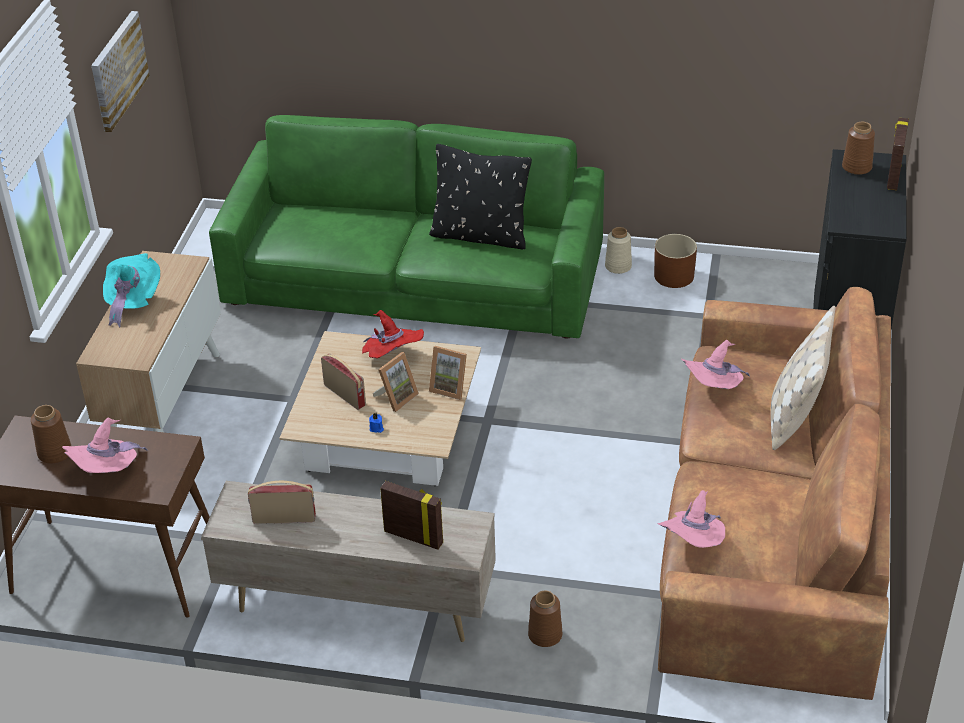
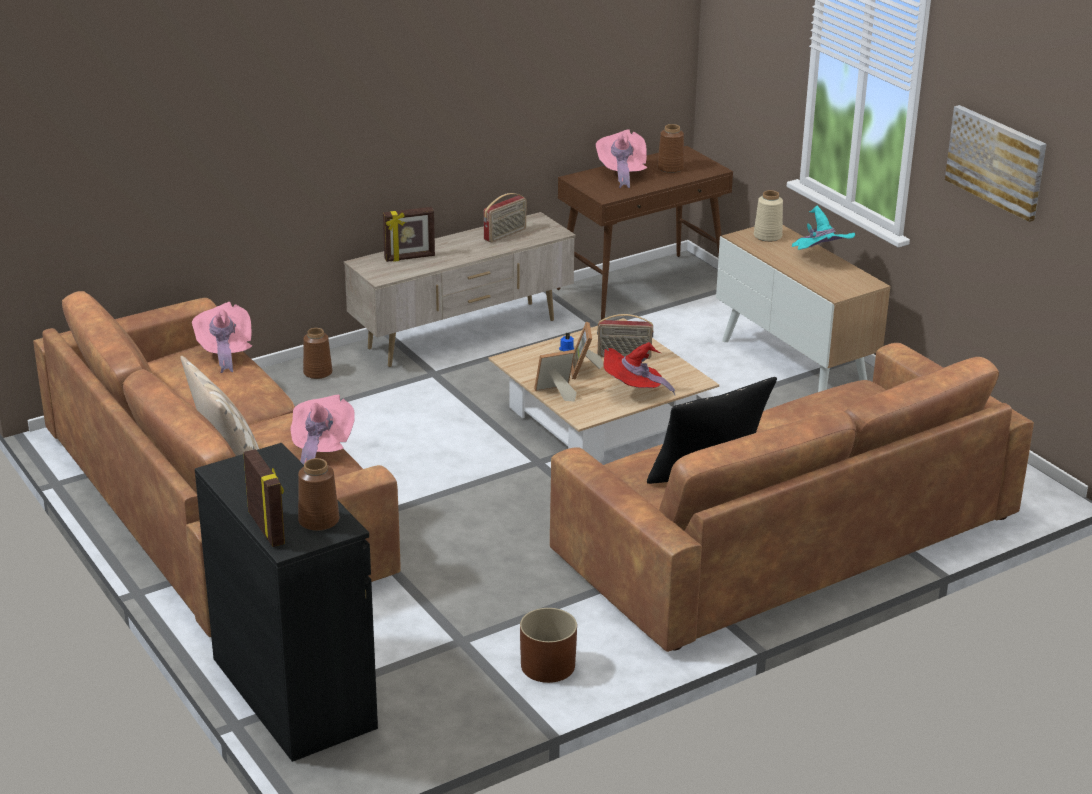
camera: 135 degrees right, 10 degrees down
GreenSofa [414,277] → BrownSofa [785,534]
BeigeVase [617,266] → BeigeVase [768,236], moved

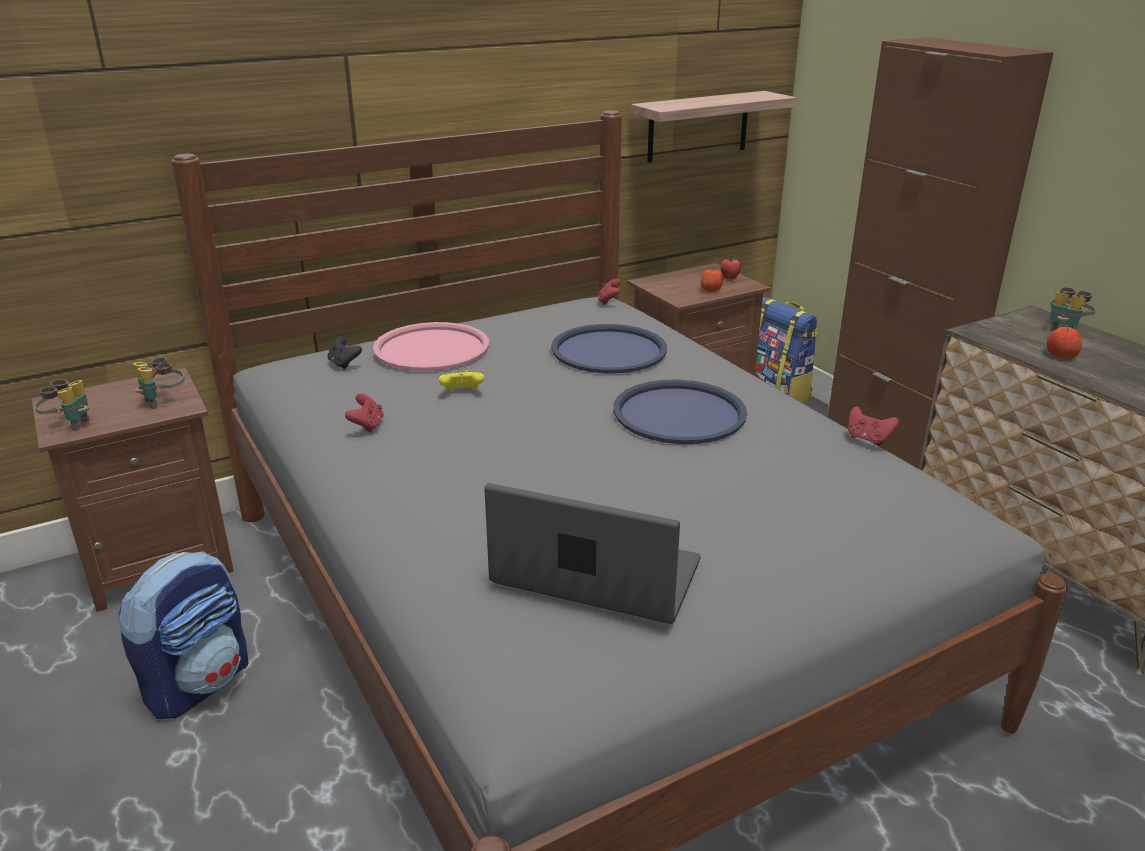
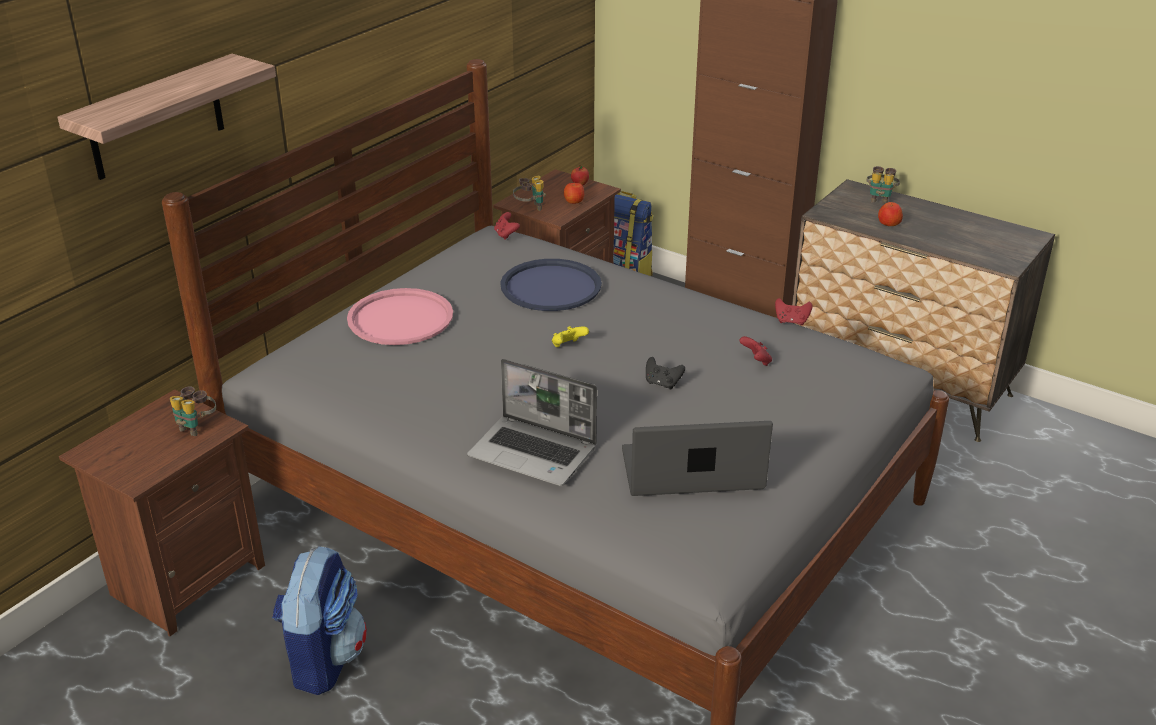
camera: 25 degrees left, 5 degrees up
Shelf [698,126] → Shelf [156,118], moved
BlackGameController [344,364] → BlackGameController [662,383], moved
YellowGameController [462,393] → YellowGameController [568,346], moved
Binoculars [70,424] → Binoculars [530,208], moved
BlueTray [679,413] → -
RedGameController [367,426] → RedGameController [756,361], moved
- → Laptop [534,453]

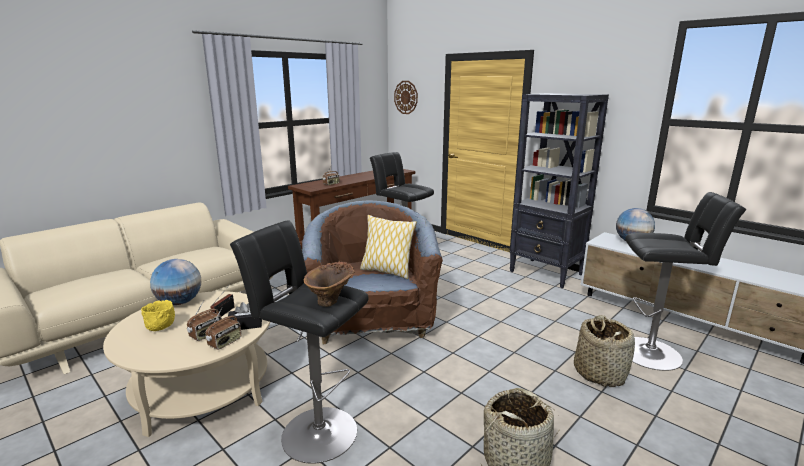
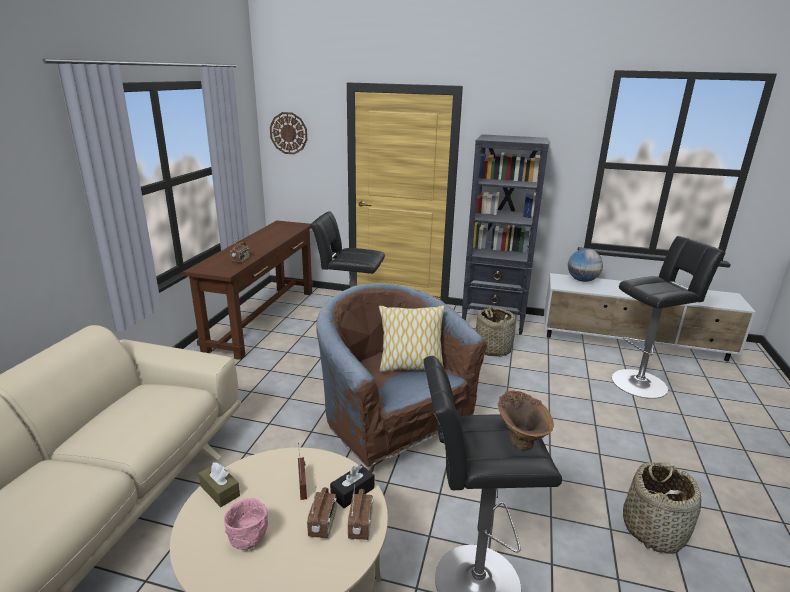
camera: 30 degrees left, 5 degrees up
Globe [179,302] → BrownTissueBox [220,491]
YellowBowl [161,328] → PinkBowl [249,540]
Basket [600,373] → Basket [492,349], moved

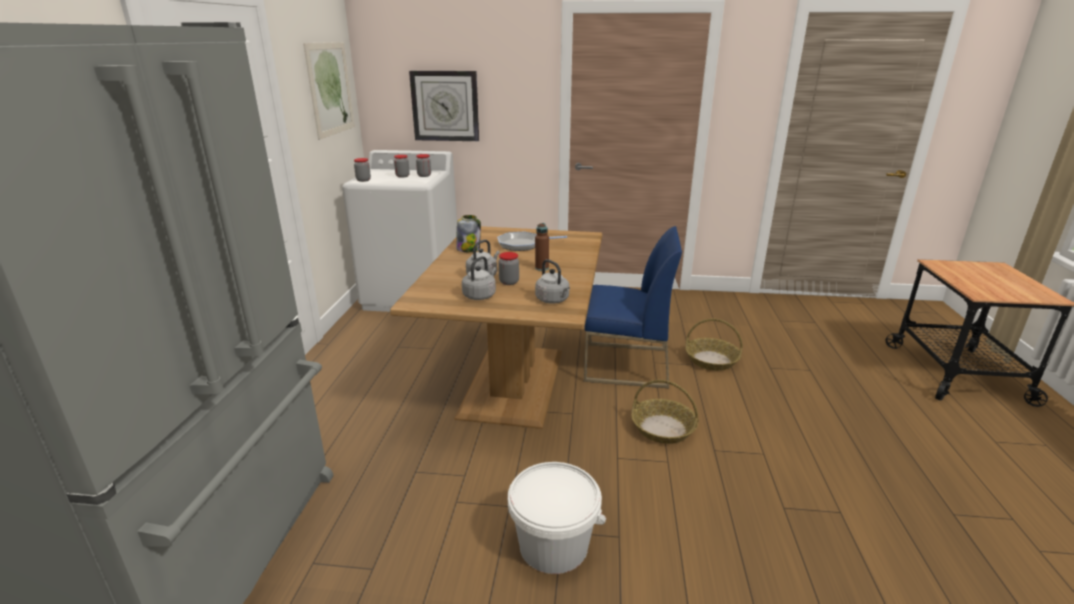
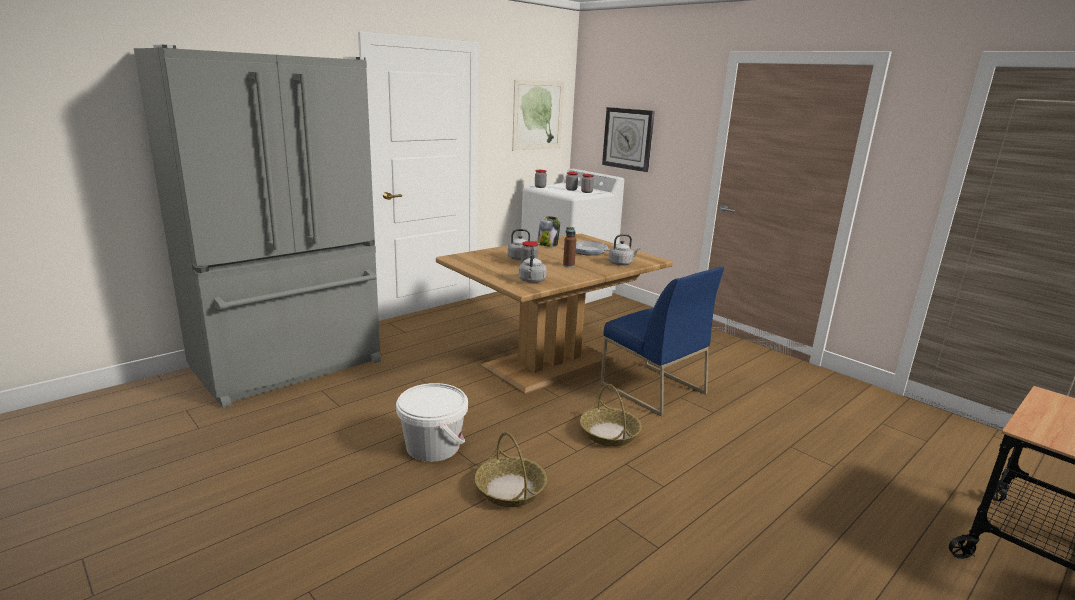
camera: 40 degrees right, 5 degrees down
GreyKettle [480,295] → GreyKettle [621,263], moved
Basket [711,360] → Basket [510,489], moved

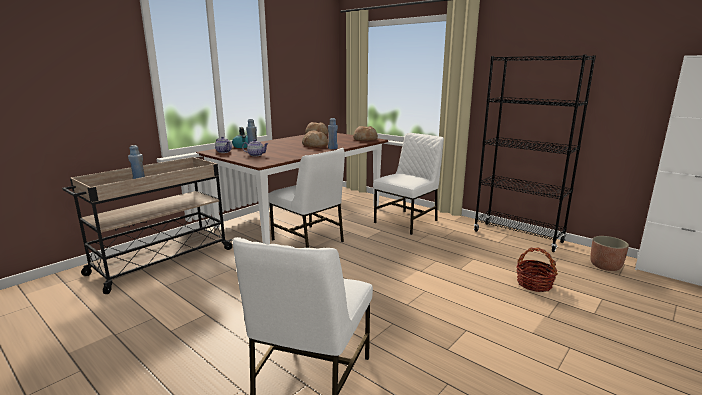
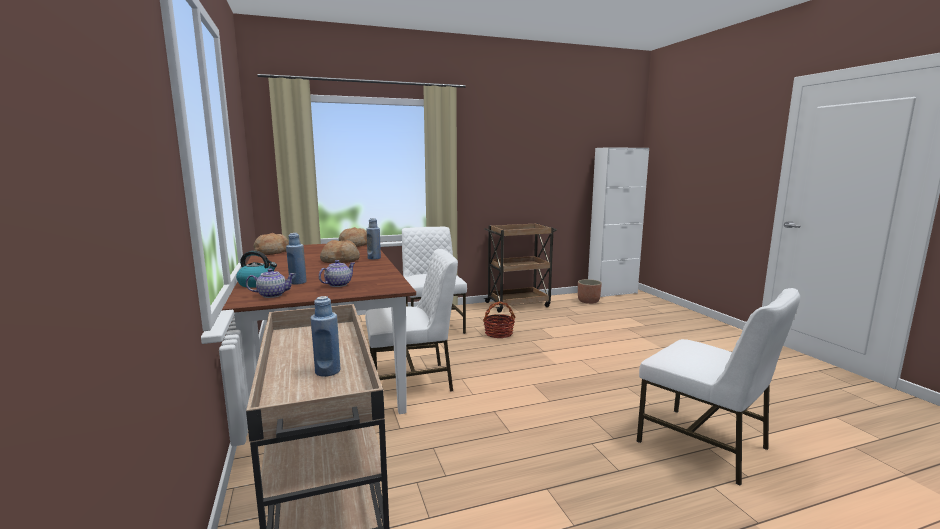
camera: 60 degrees left, 5 degrees down
BlackBookcase [518,237] → BrownCart [518,304]
Basket [534,284] → Basket [498,333], moved

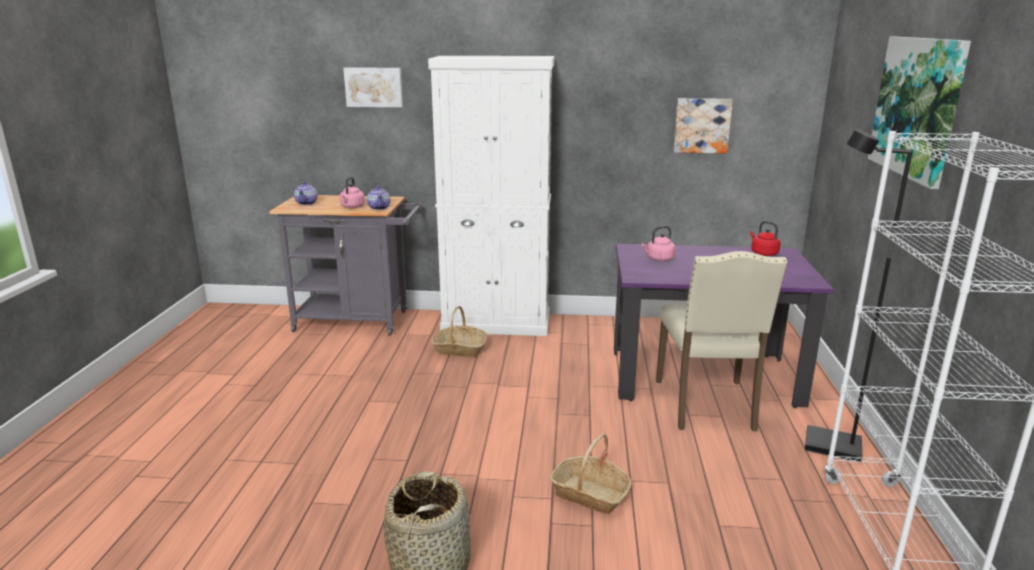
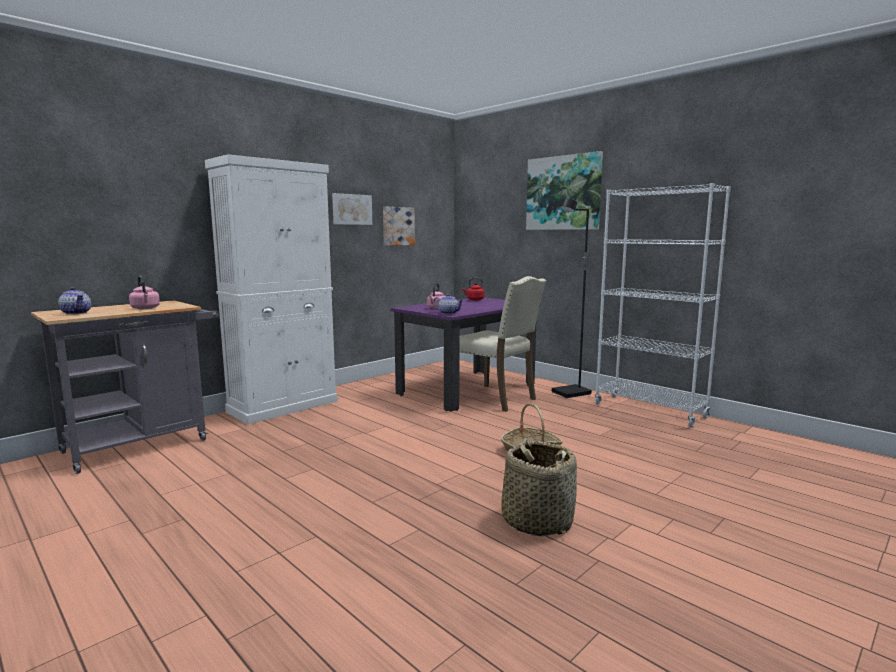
camera: 50 degrees left, 10 degrees down
Picture [374,87] → Picture [351,209], moved
Teapot [379,208] → Teapot [448,313], moved
Basket [459,349] → -

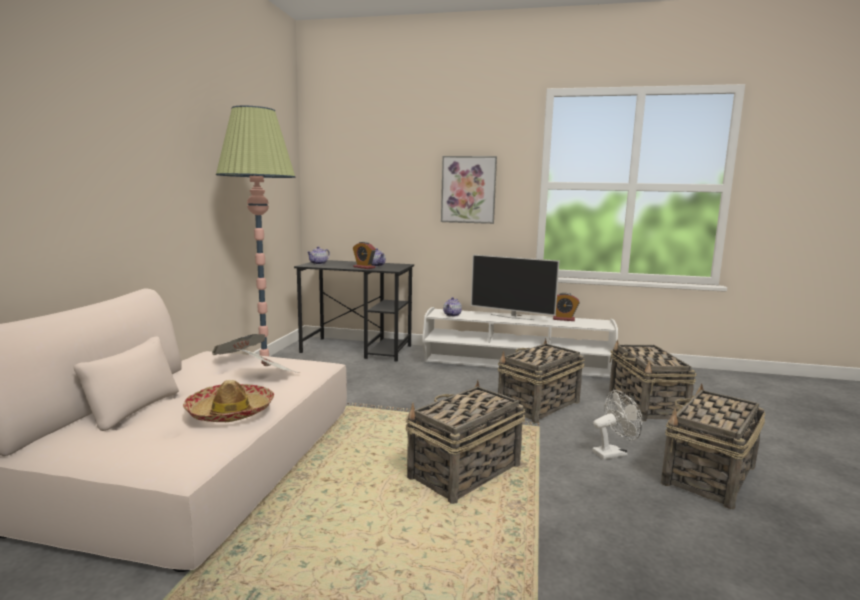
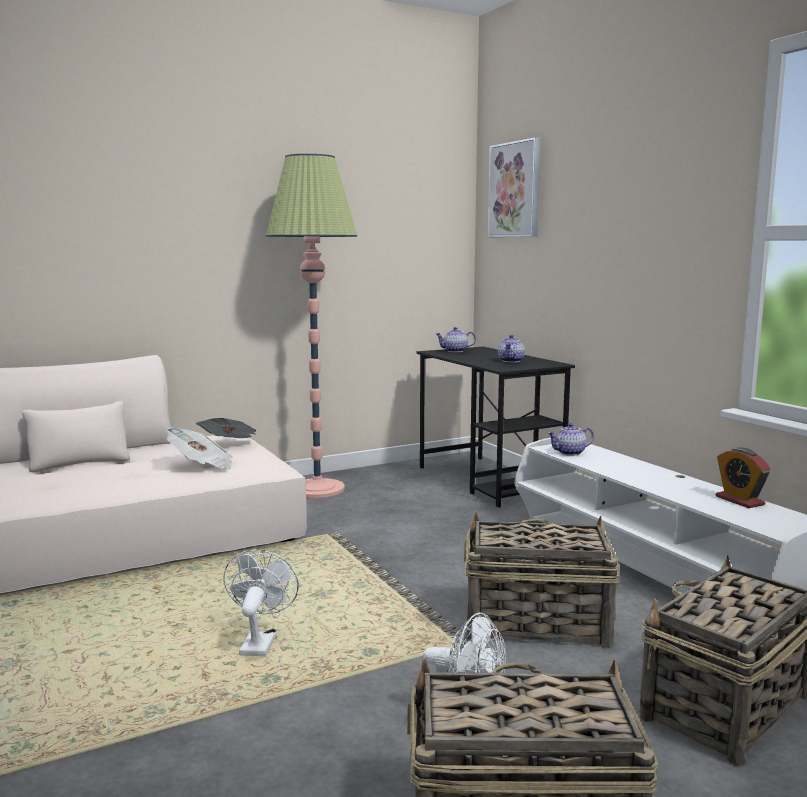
camera: 50 degrees right, 0 degrees up
Picture [468,189] → Picture [515,190], moved
AlarmClock [364,267] → -
Television [512,317] → -
Hat [230,412] → -
Basket [463,472] → WhiteFan [259,642]

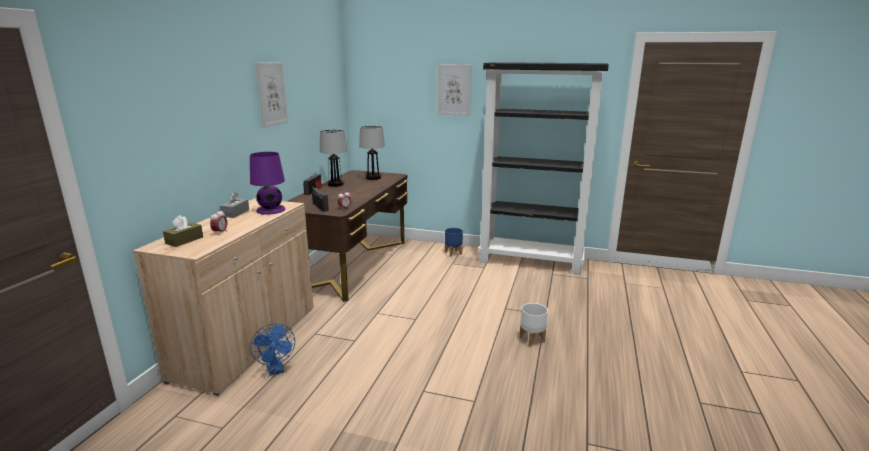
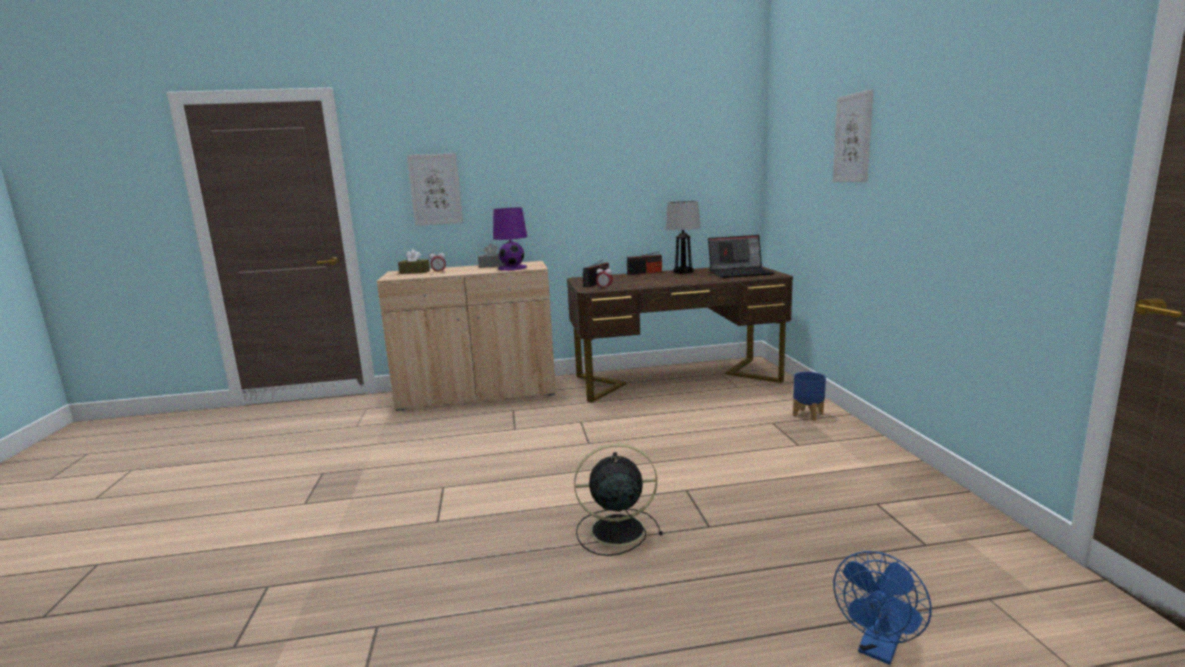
camera: 65 degrees right, 5 degrees down
Picture [272,94] → Picture [435,189], moved
BlackBookcase [531,261] → -
TableLamp [373,178] → Laptop [741,273]
WhitePlanter [532,339] → BlackFan [615,530]
BlueFan [276,370] → BlueFan [879,650], moved

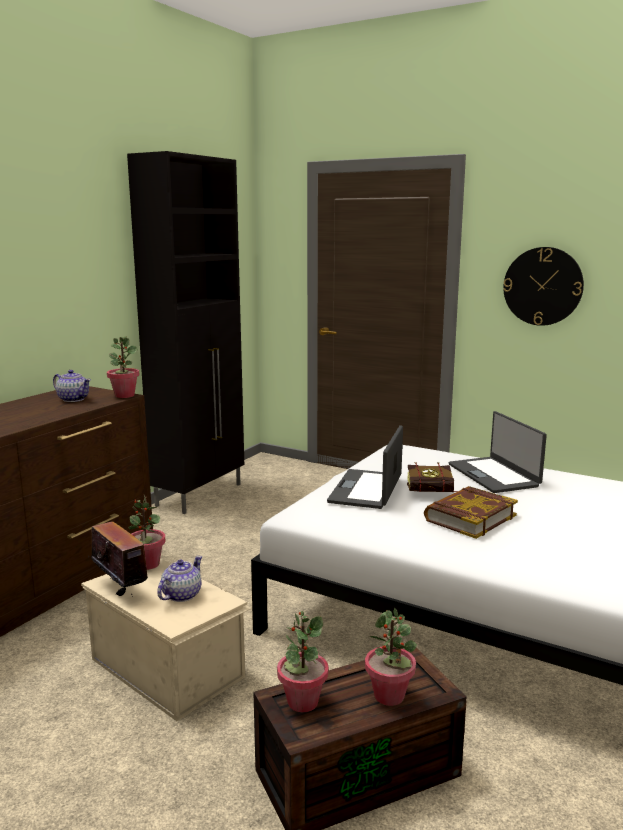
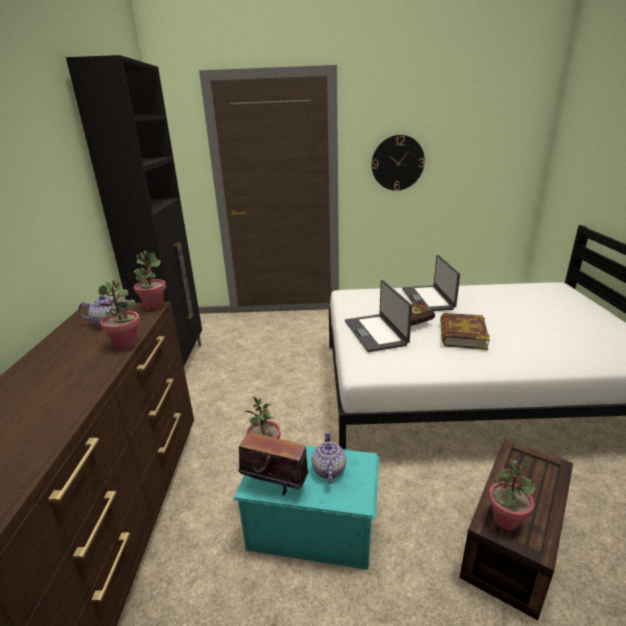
camera: 30 degrees left, 10 degrees up
Laptop [494,475] → Laptop [428,299], 45 degrees clockwise
BeigeStorageBox [168,666] → TurquoiseStorageBox [312,524]
PottedPlant [389,695] → PottedPlant [126,344], moved

